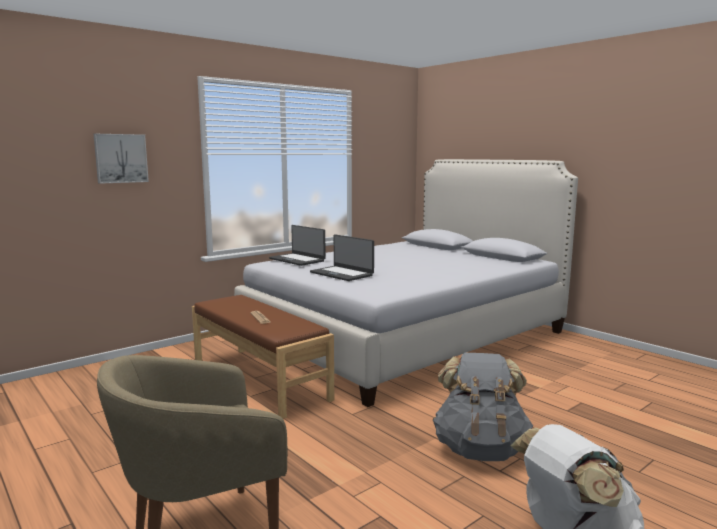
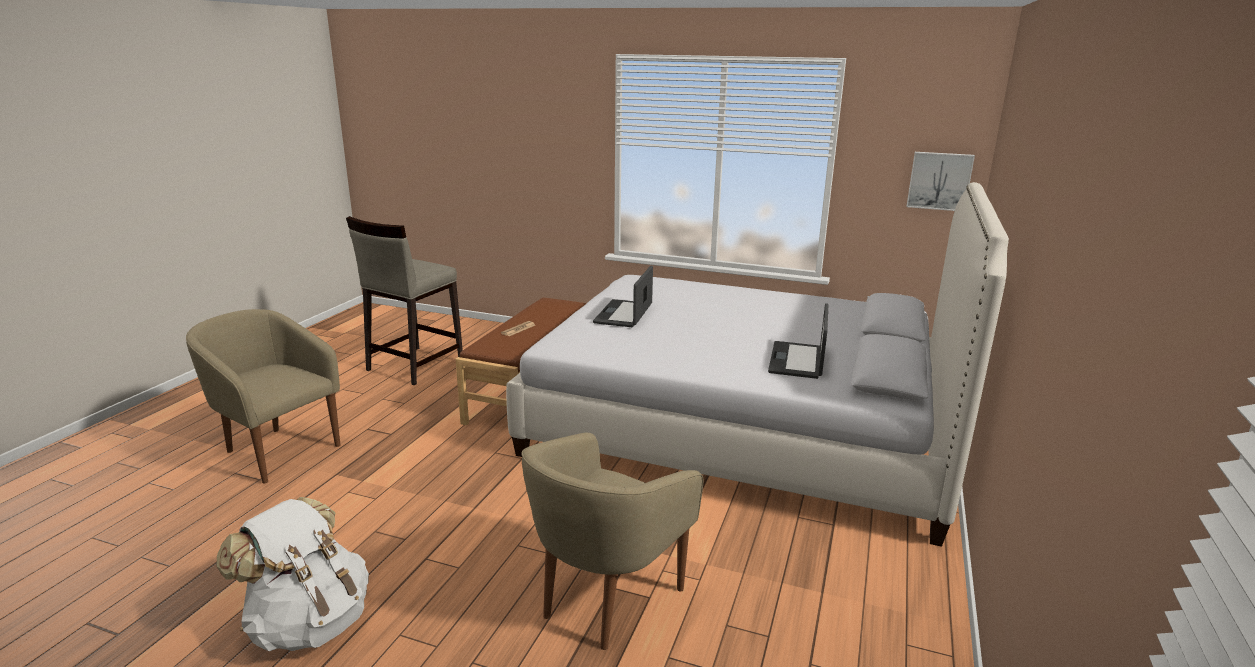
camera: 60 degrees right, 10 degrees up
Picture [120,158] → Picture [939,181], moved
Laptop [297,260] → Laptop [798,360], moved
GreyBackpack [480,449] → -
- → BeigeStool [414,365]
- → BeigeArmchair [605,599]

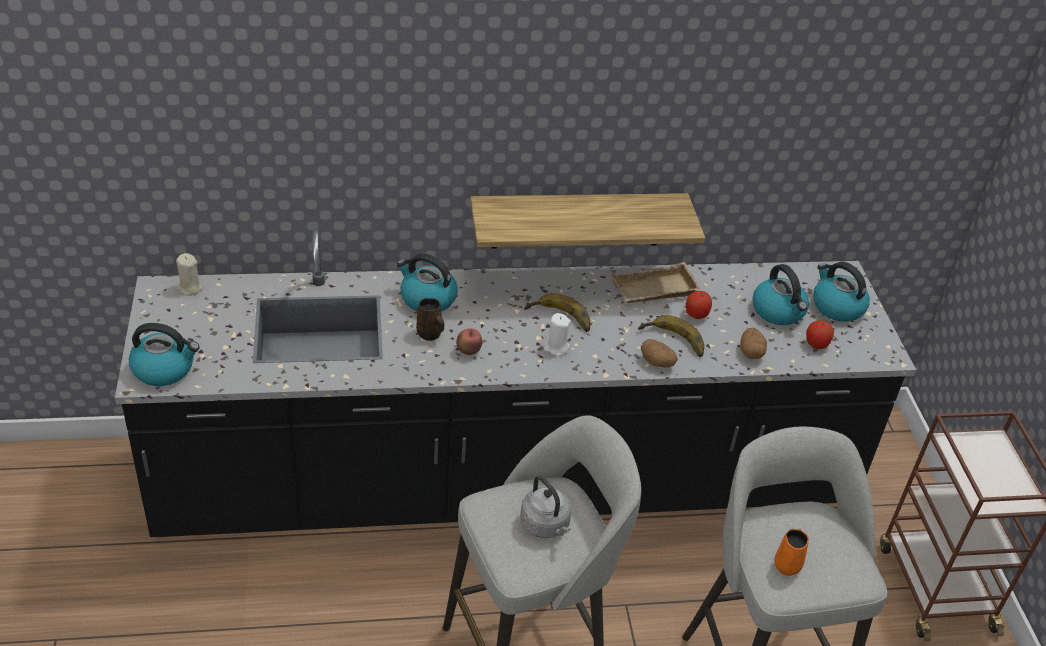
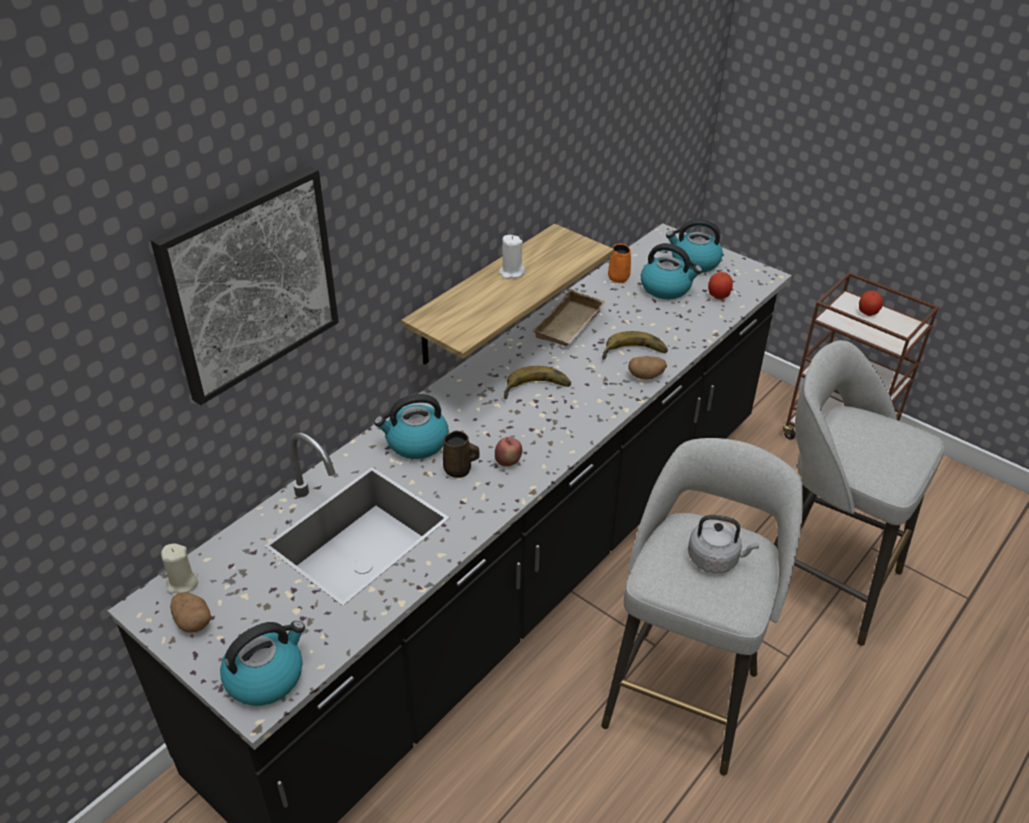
camera: 40 degrees left, 0 degrees up
Apple [696,315] → Apple [867,312], moved
WhiteCandle [556,348] → WhiteCandle [511,272], moved
Potato [751,352] → Potato [193,621], moved
OrangeMug [788,564] → OrangeMug [618,277], moved
- → Picture [250,283]

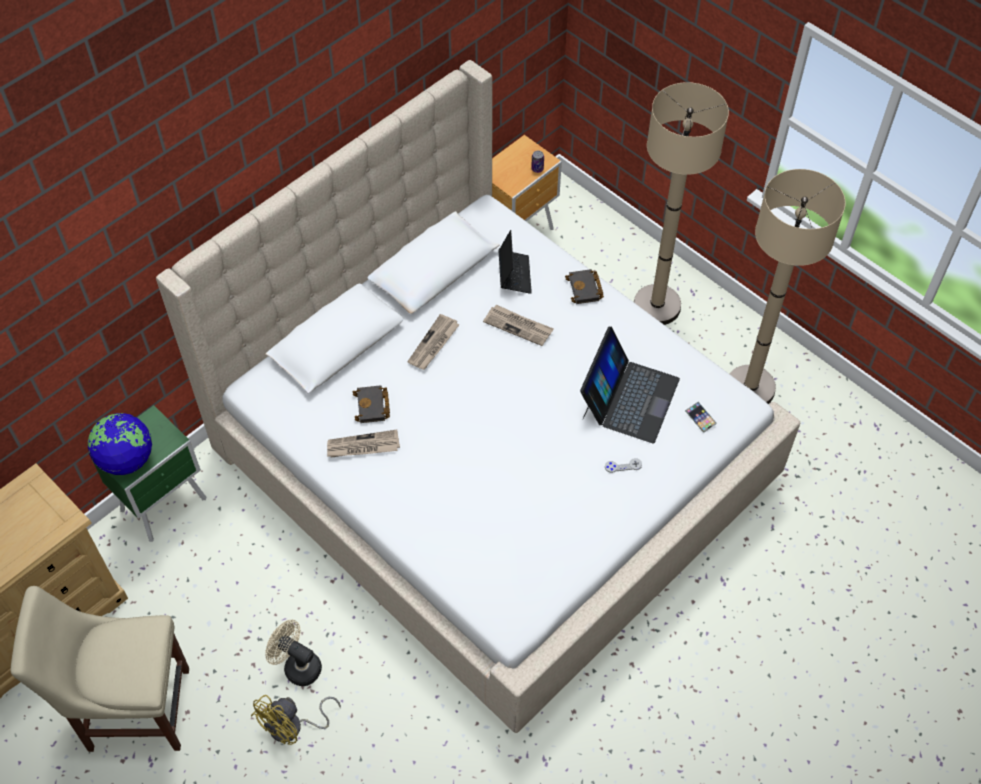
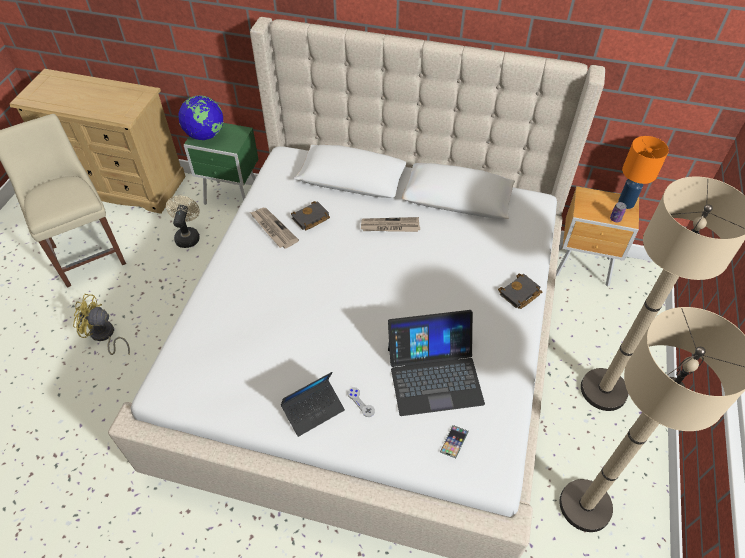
camera: 60 degrees right, 5 degrees down
Laptop [514,275] → Laptop [313,410], moved
Newspaper [518,326] → -
BeigeFan [297,666] → BeigeFan [188,236], moved
- → OrangeTableLamp [626,203]

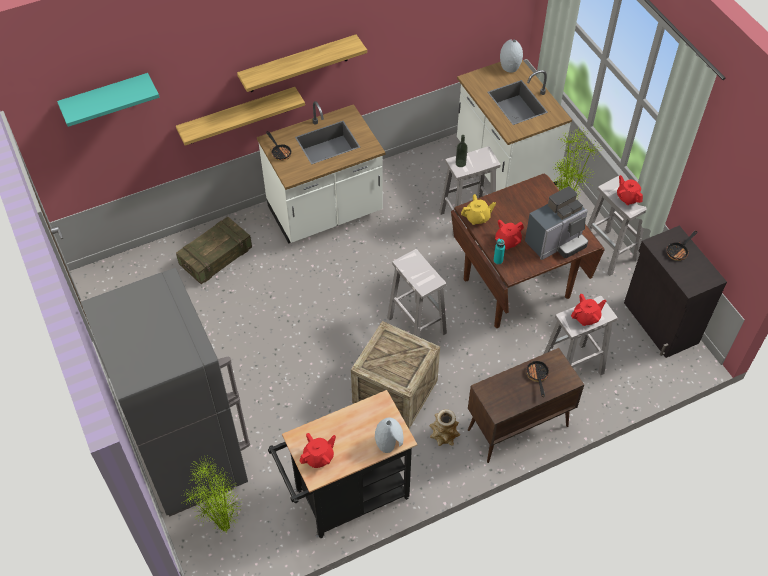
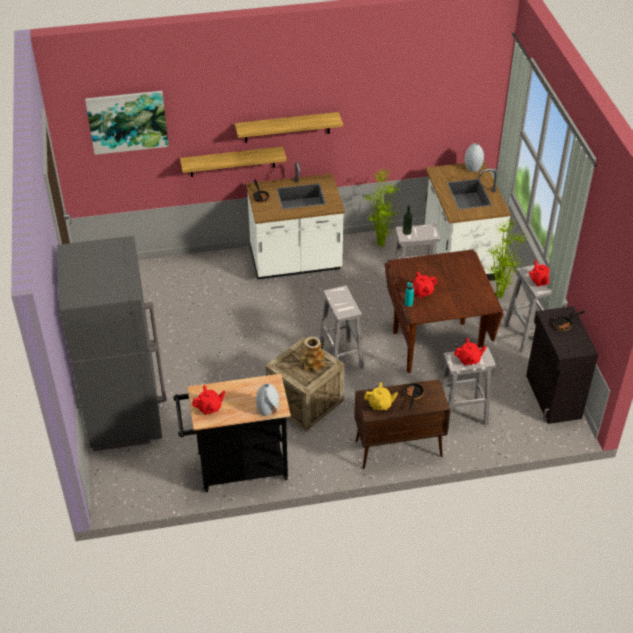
camera: 15 degrees right, 10 degrees down
TurquoiseShelf [106,98] → Picture [127,121]
CoffeeMachine [556,242] → -
YellowTeapot [477,218] → YellowTeapot [380,404], moved
Crate [216,257] → -
Vase [444,435] → Vase [312,364], moved
PottedPlant [224,529] → PottedPlant [380,245], moved

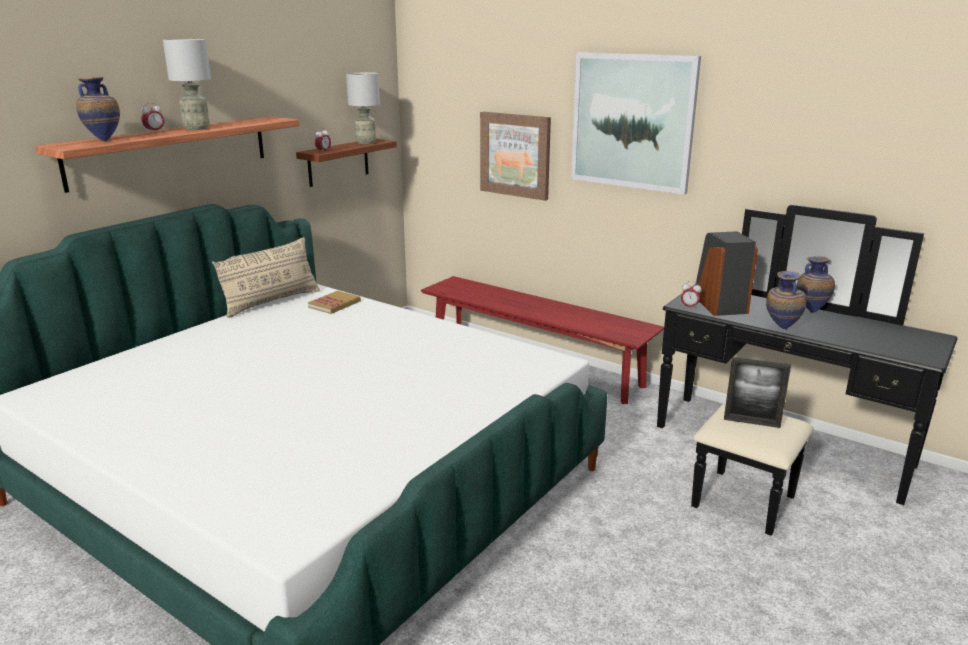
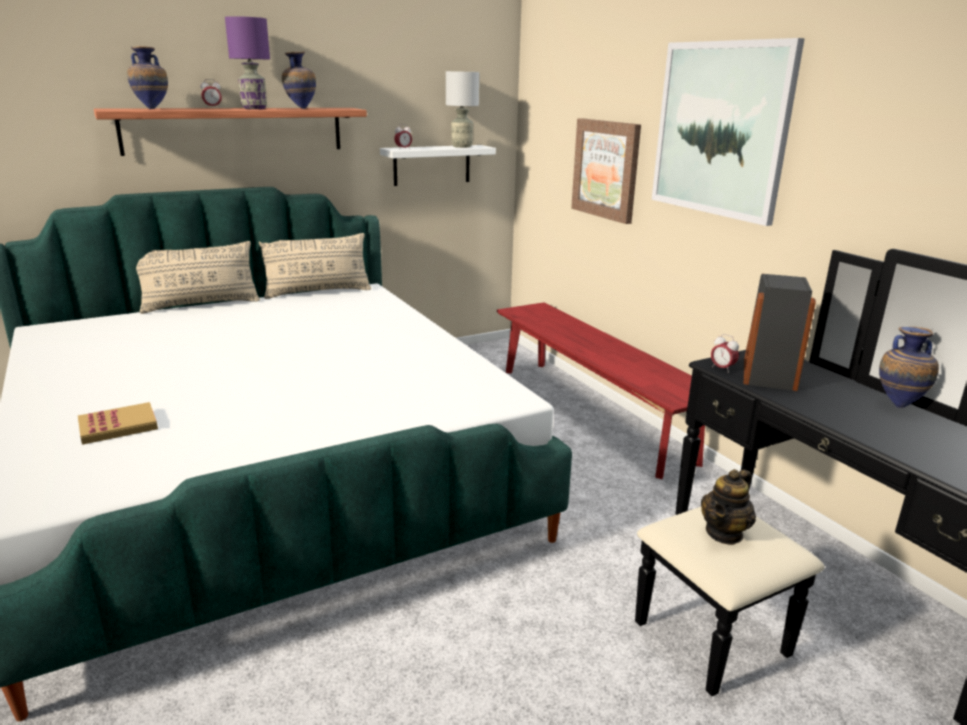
camera: 25 degrees right, 0 degrees up
GreyTableLamp [196,128] → PurpleTableLamp [254,108]
BrownShelf [338,162] → WhiteShelf [432,165]
Vase [781,328] → Vase [300,108], moved
Book [334,304] → Book [118,426], moved
PictureFrame [751,422] → Teapot [724,533]
- → BeigePillow [201,305]

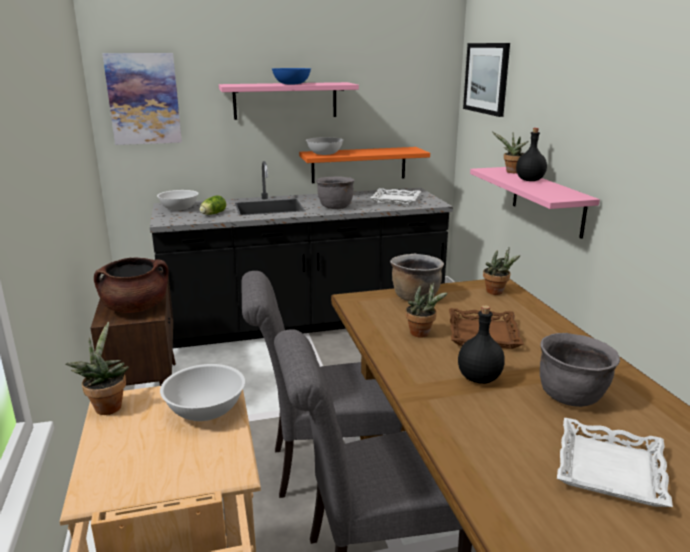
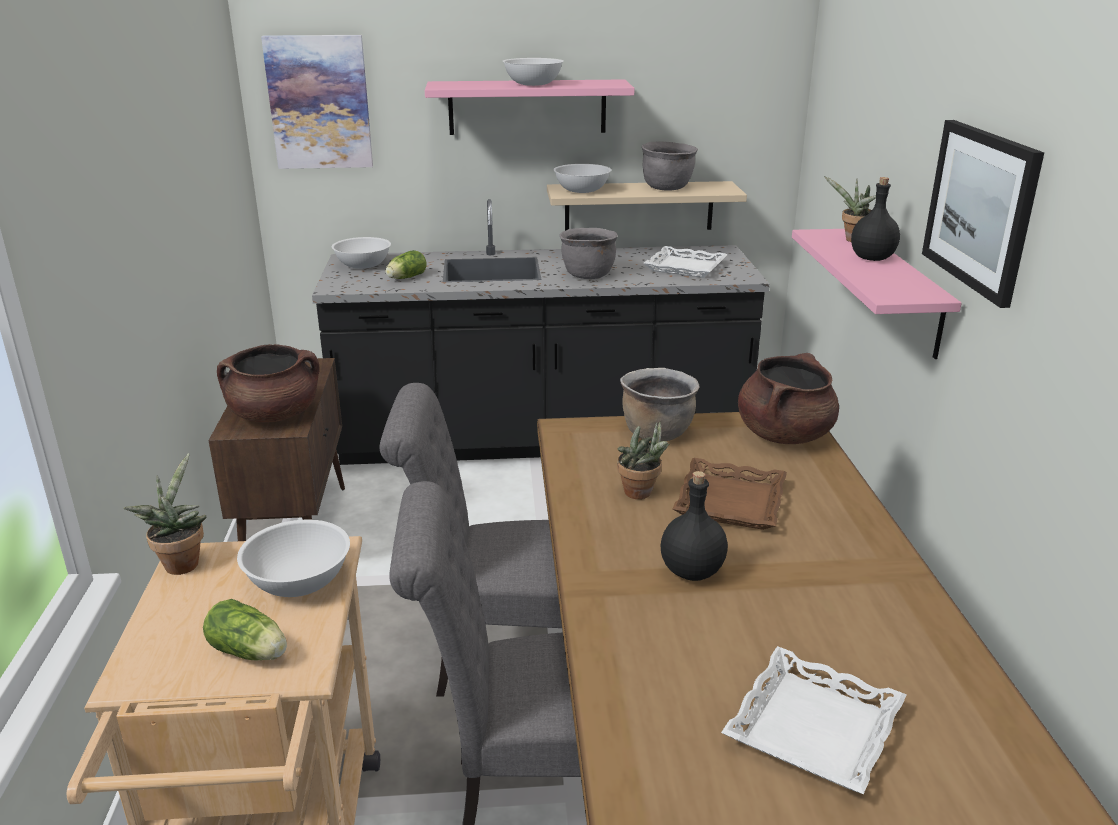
camera: 10 degrees right, 5 degrees up
Picture [486,78] → Picture [980,209], moved
BlueBowl [291,84] → WhiteBowl [533,84]
OrangeShelf [359,165] → BeigeShelf [639,207]
PottedPlant [497,292] → BrownCookingPot [784,435]
GreyCookingPot [571,396] → GreyCookingPot [667,188], moved
- → Lettuce [251,652]

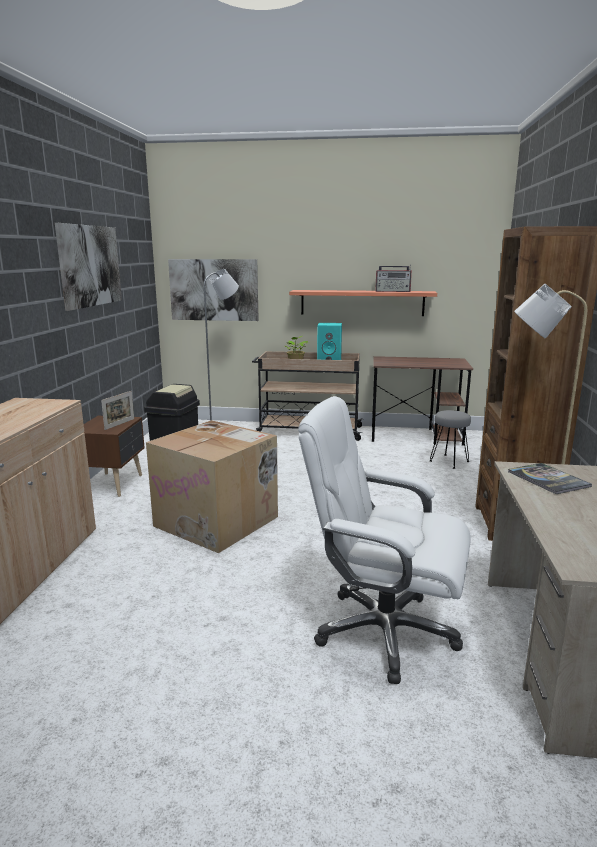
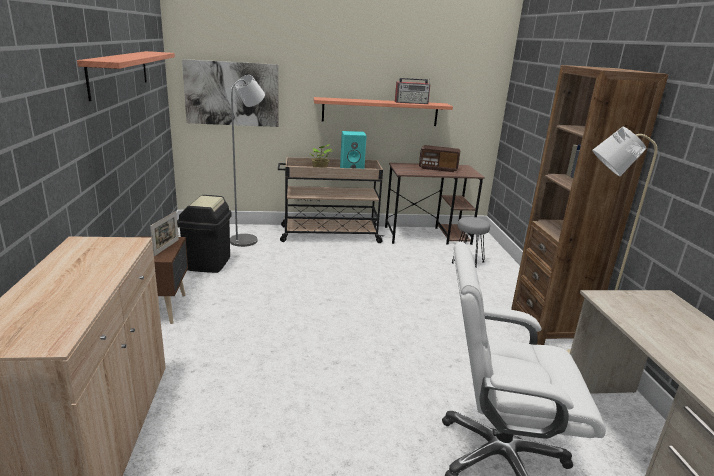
camera: 15 degrees left, 5 degrees up
Picture [90,266] → Shelf [119,72]
CardboardBox [218,521] → -
Book [548,479] → -
- → Radio [438,168]

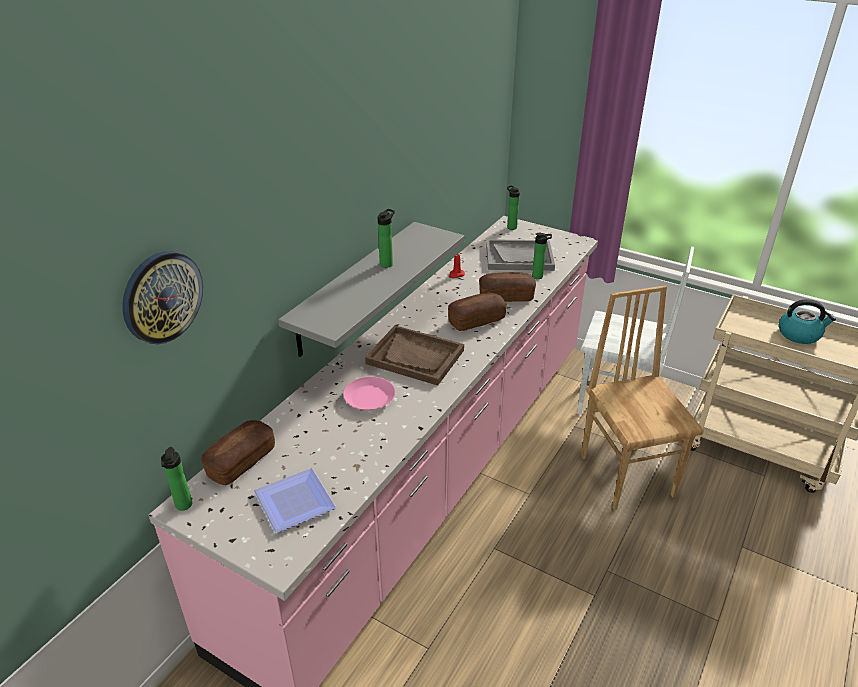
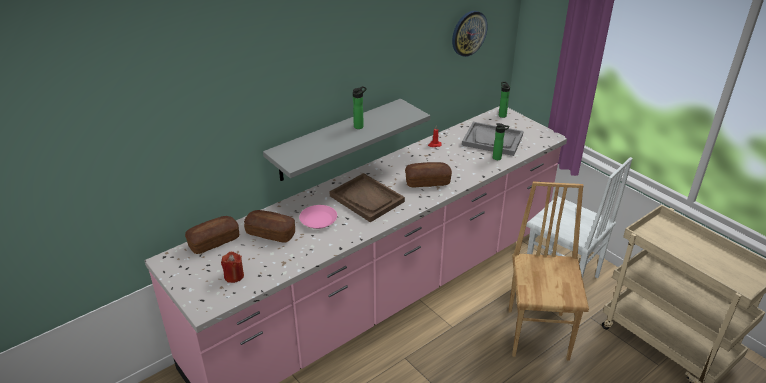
camera: 20 degrees right, 0 degrees up
WallClock [162,297] → WallClock [468,33], moved
Bread [506,296] → Bread [270,233], moved
Kettle [799,334] → -
Bottle [183,506] → -
Plate [298,503] → RedCandle [234,276]

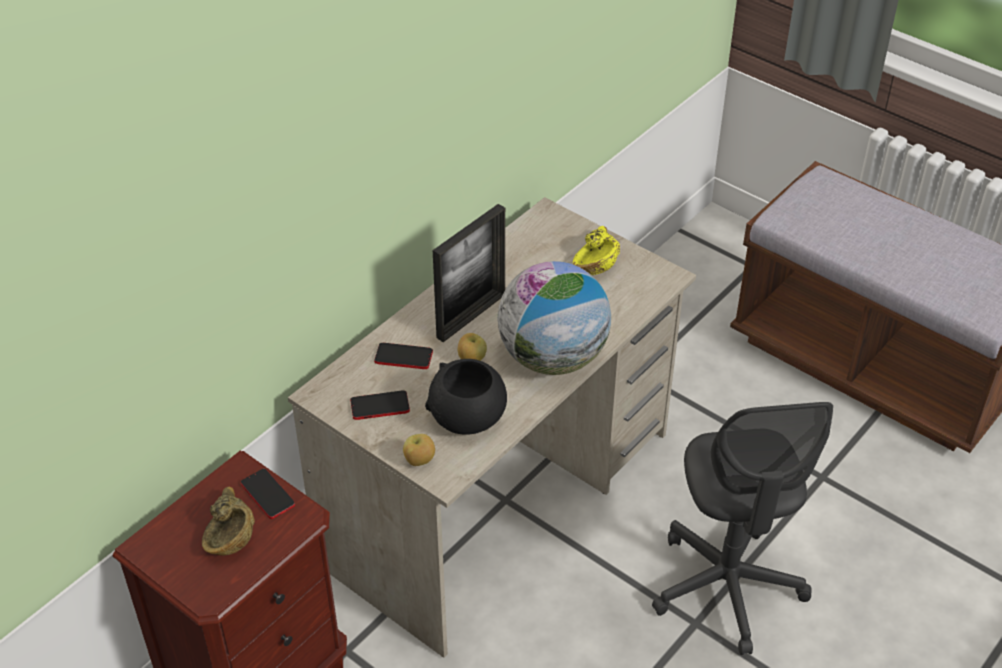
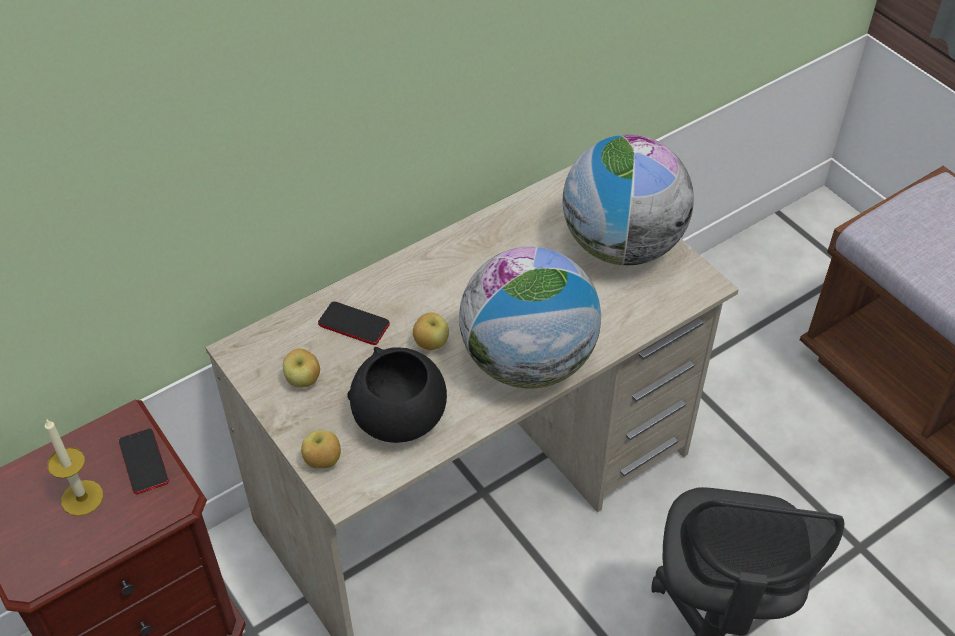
camera: 15 degrees right, 5 degrees up
PictureFrame [471,316] → -
YellowBowl [595,259] → Globe [621,245]
Phone [380,406] → Apple [303,381]
BrownBowl [228,531] → Candle [82,498]

